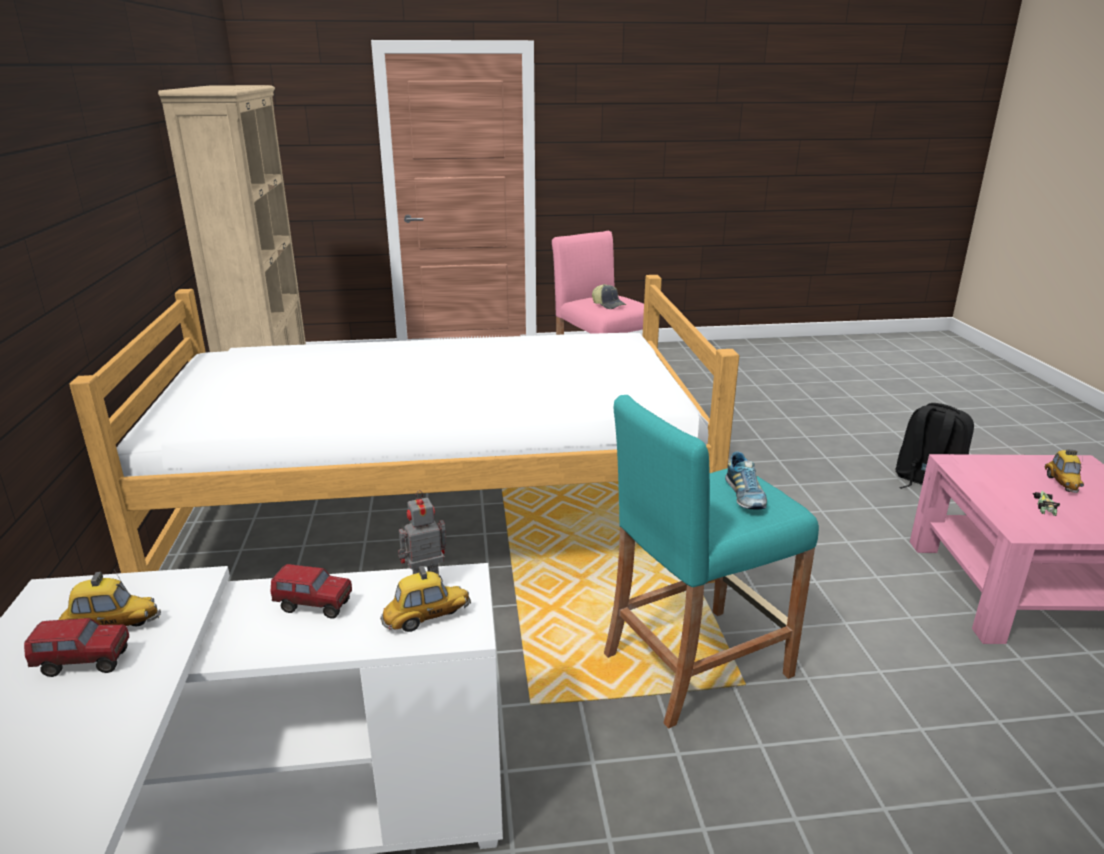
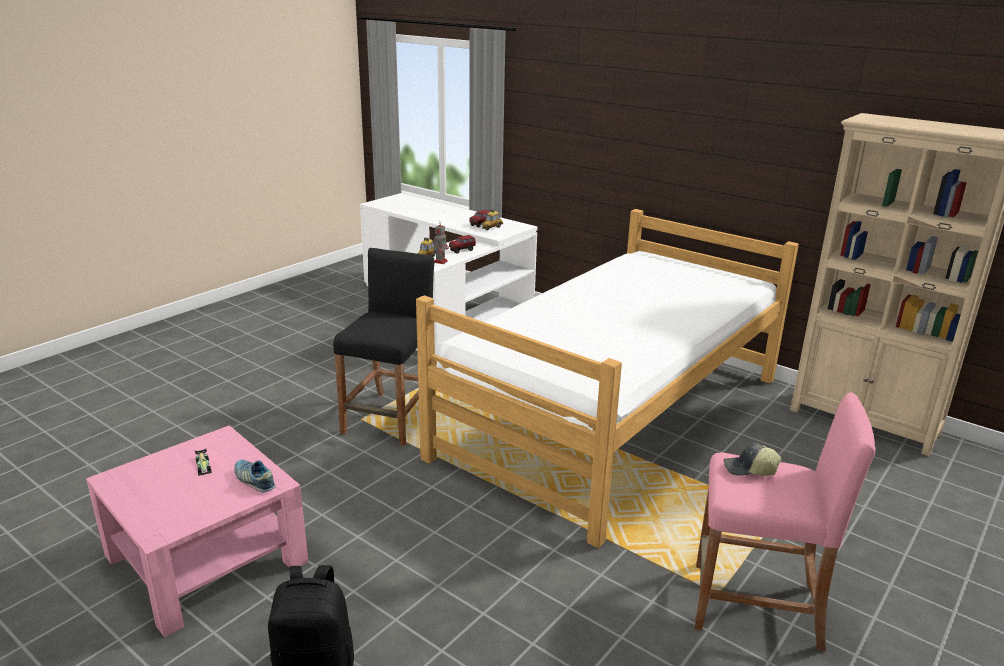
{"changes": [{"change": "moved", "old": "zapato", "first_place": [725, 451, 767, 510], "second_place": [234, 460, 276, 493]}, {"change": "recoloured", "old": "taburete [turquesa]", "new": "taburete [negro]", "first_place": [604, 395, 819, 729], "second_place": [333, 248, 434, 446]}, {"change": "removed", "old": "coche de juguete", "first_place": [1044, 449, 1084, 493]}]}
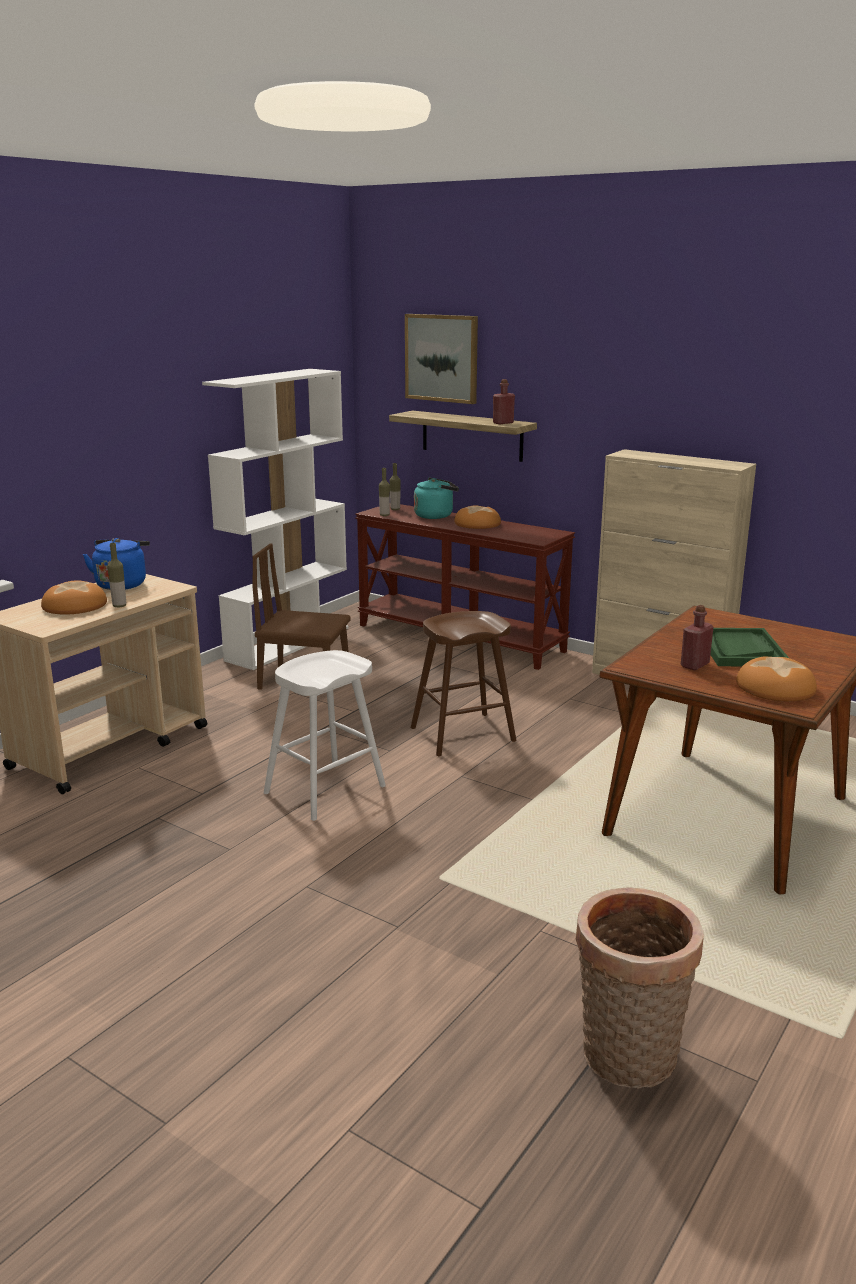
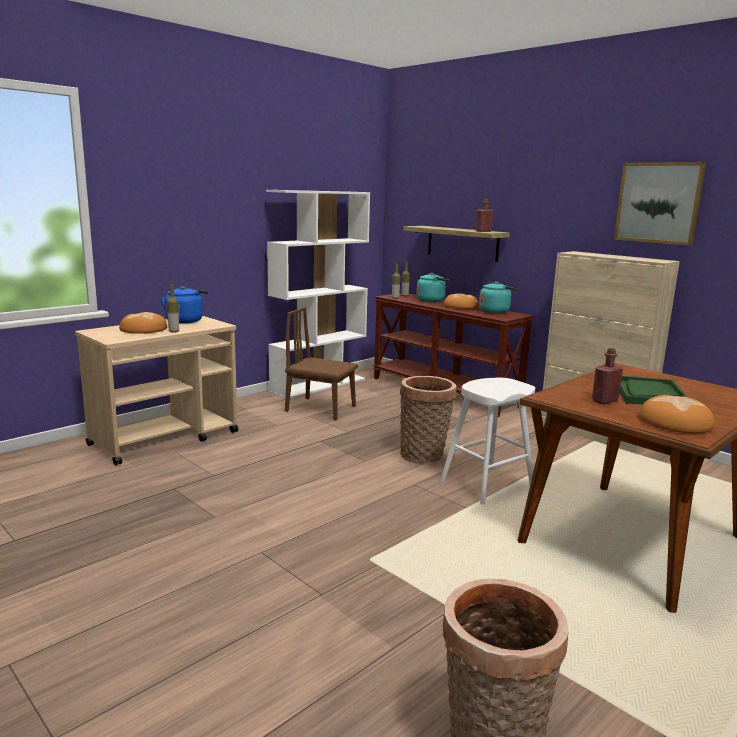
{"changes": [{"change": "replaced", "old": "taburete [marrón]", "new": "cesta", "first_place": [411, 611, 516, 756], "second_place": [400, 376, 456, 463]}, {"change": "moved", "old": "taburete [blanco]", "first_place": [264, 650, 386, 821], "second_place": [440, 378, 535, 505]}, {"change": "added", "new": "hervidor [turquesa]", "second_place": [479, 282, 518, 314]}, {"change": "moved", "old": "cuadro", "first_place": [405, 314, 478, 404], "second_place": [614, 162, 706, 246]}]}
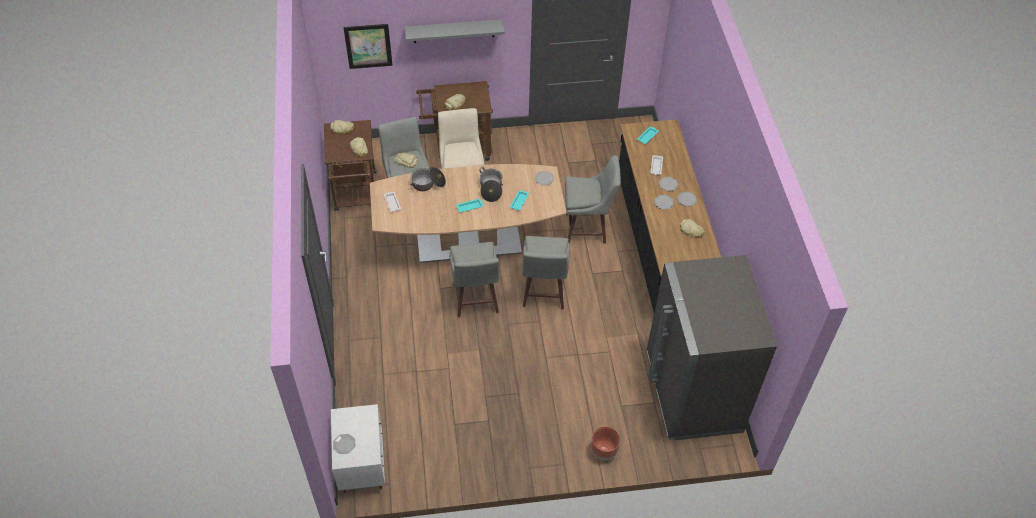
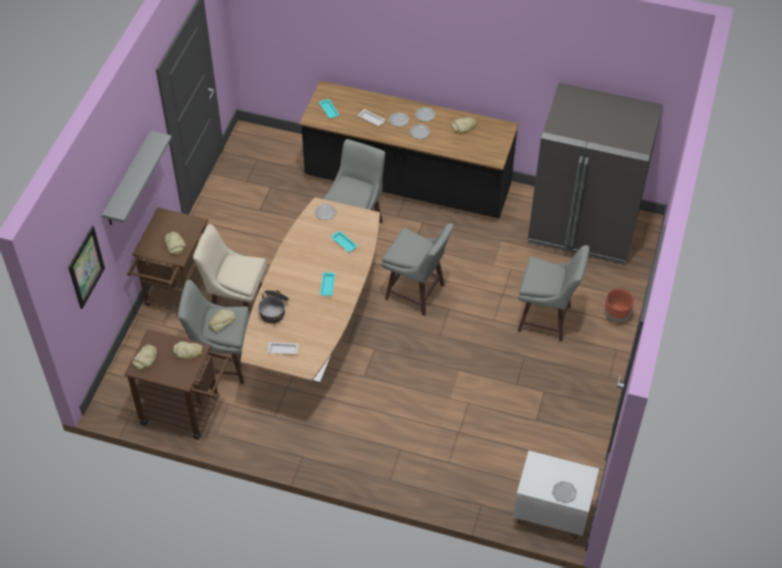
{"changes": [{"change": "moved", "old": "taburete [gris]", "first_place": [449, 242, 499, 317], "second_place": [517, 245, 589, 342]}, {"change": "removed", "old": "olla", "first_place": [479, 167, 503, 202]}]}
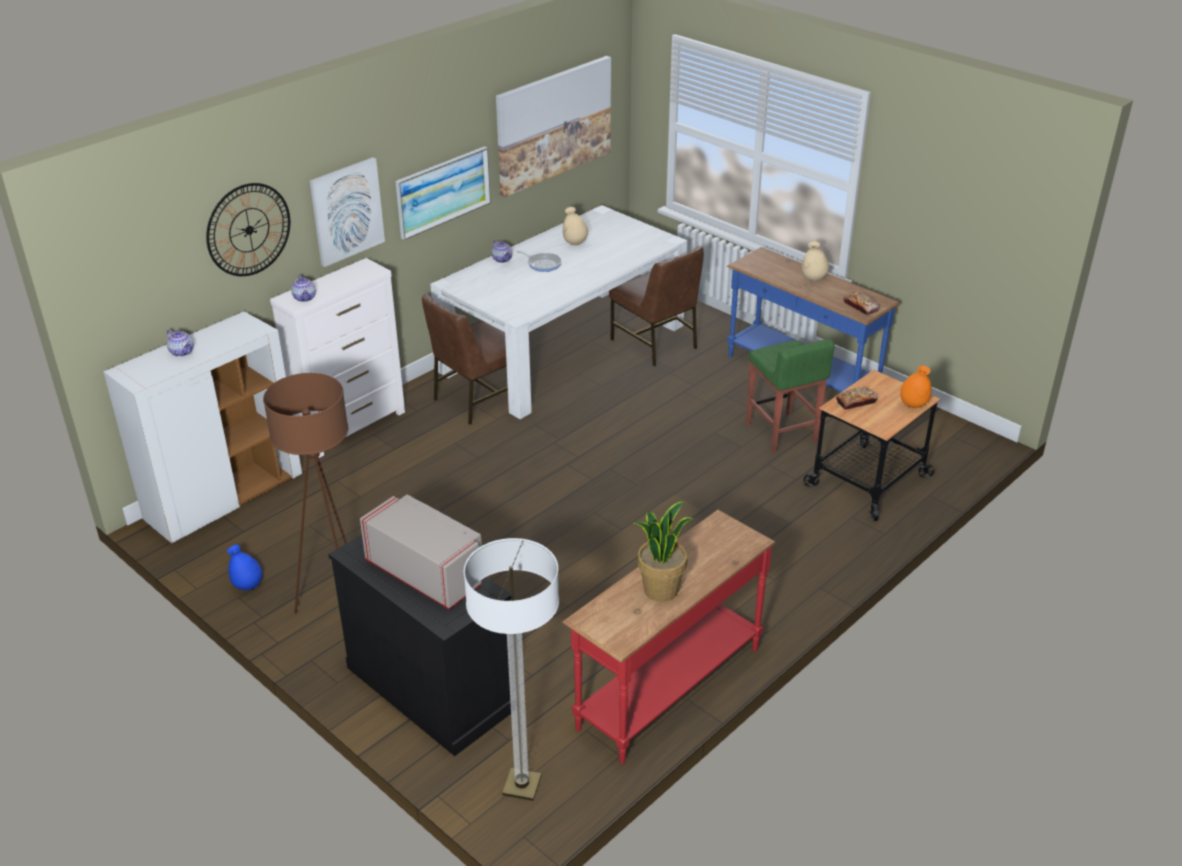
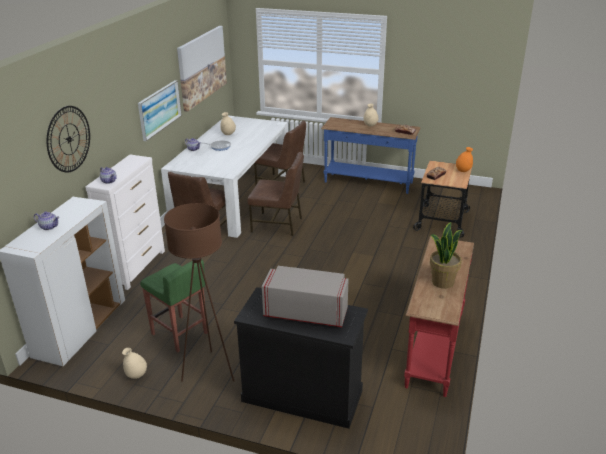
{"changes": [{"change": "recoloured", "old": "florero [azul]", "new": "florero [beis]", "first_place": [227, 545, 262, 590], "second_place": [122, 348, 147, 379]}, {"change": "moved", "old": "taburete [verde]", "first_place": [746, 339, 835, 454], "second_place": [140, 259, 208, 352]}, {"change": "added", "new": "silla [marrón]", "second_place": [247, 152, 304, 236]}, {"change": "removed", "old": "cuadro", "first_place": [310, 157, 385, 267]}, {"change": "removed", "old": "lámpara de pie", "first_place": [464, 538, 559, 801]}]}
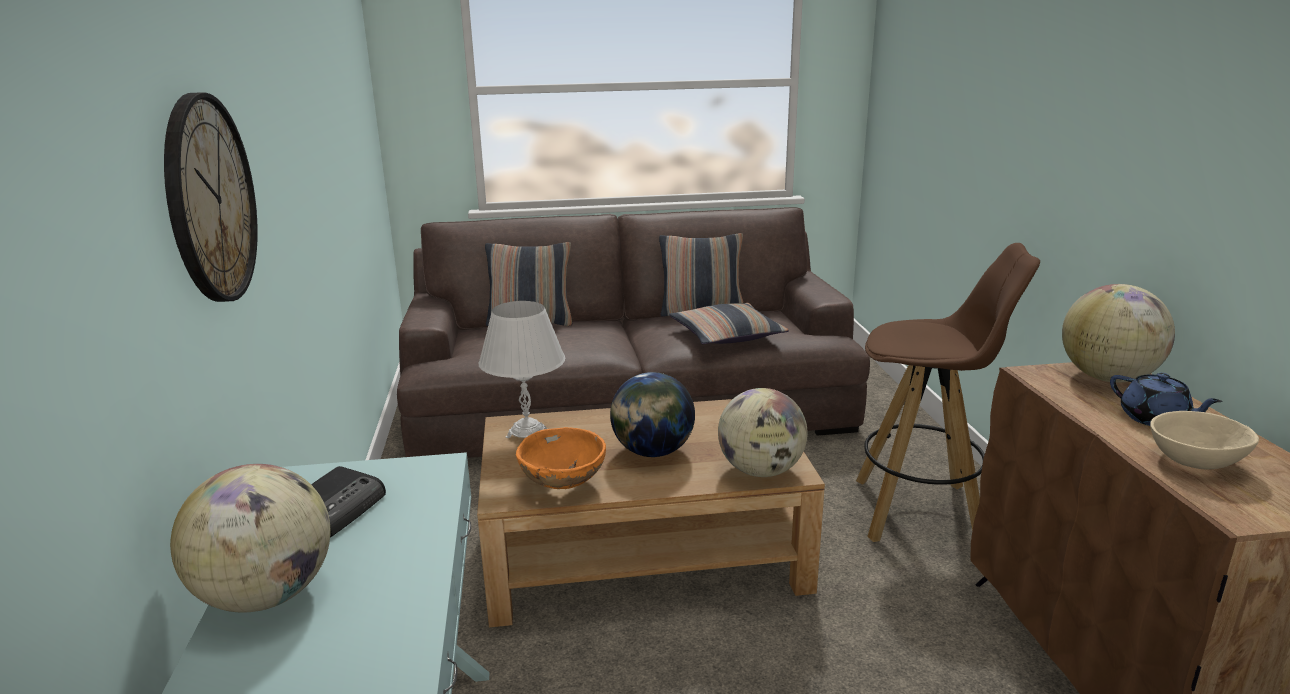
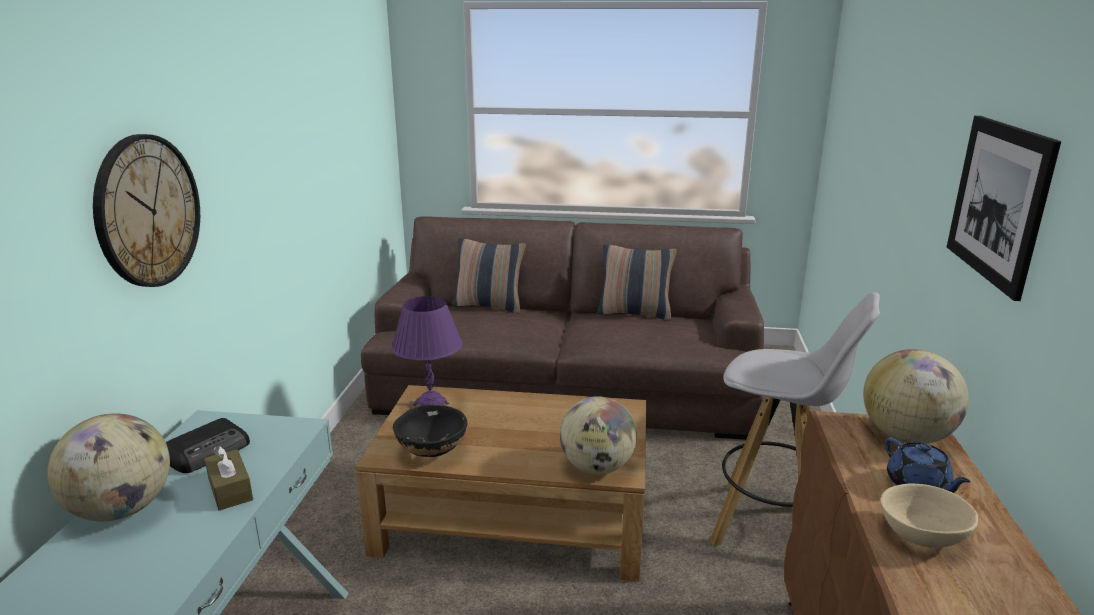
{"changes": [{"change": "added", "new": "caja de pañuelos [marrón]", "second_place": [205, 446, 253, 511]}, {"change": "recoloured", "old": "lámpara de mesa [blanco]", "new": "lámpara de mesa [morado]", "first_place": [478, 301, 565, 438], "second_place": [392, 296, 463, 406]}, {"change": "recoloured", "old": "cuenco [naranja]", "new": "cuenco [negro]", "first_place": [516, 427, 606, 489], "second_place": [393, 405, 467, 457]}, {"change": "recoloured", "old": "taburete [marrón]", "new": "taburete [blanco]", "first_place": [856, 243, 1040, 542], "second_place": [711, 292, 880, 545]}, {"change": "added", "new": "cuadro", "second_place": [947, 116, 1061, 301]}, {"change": "removed", "old": "globo terráqueo", "first_place": [610, 372, 695, 457]}, {"change": "removed", "old": "cojín", "first_place": [669, 303, 789, 344]}]}
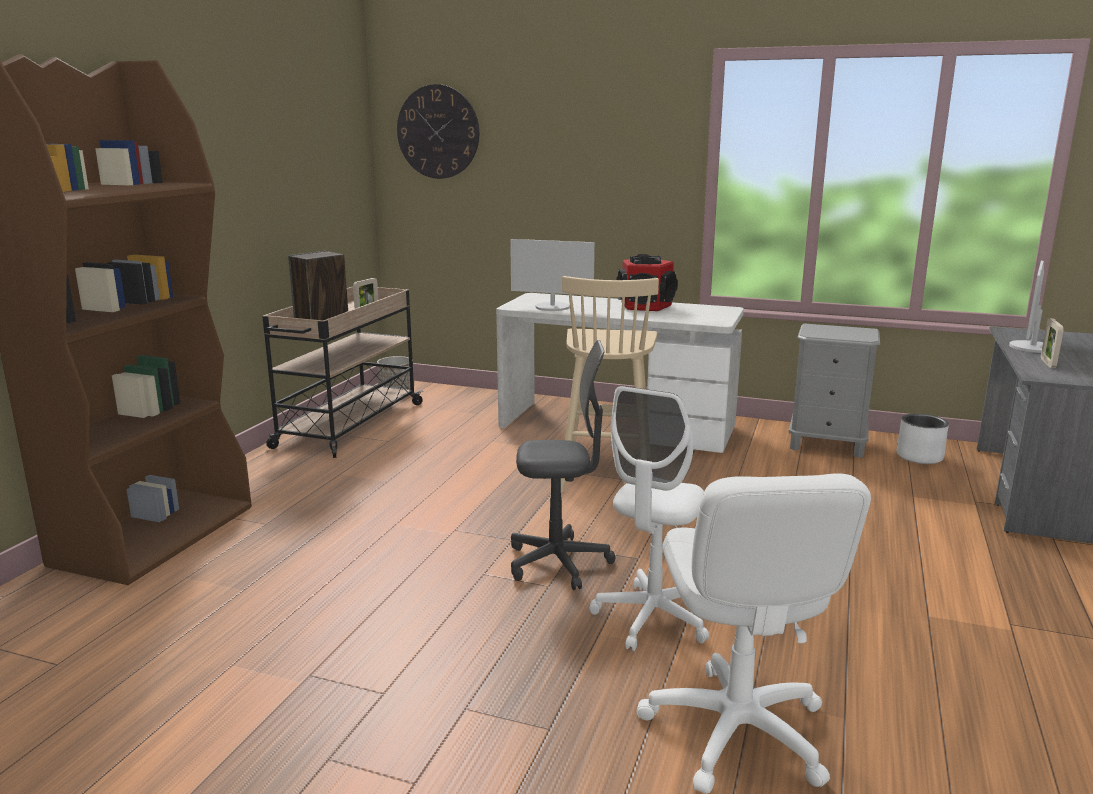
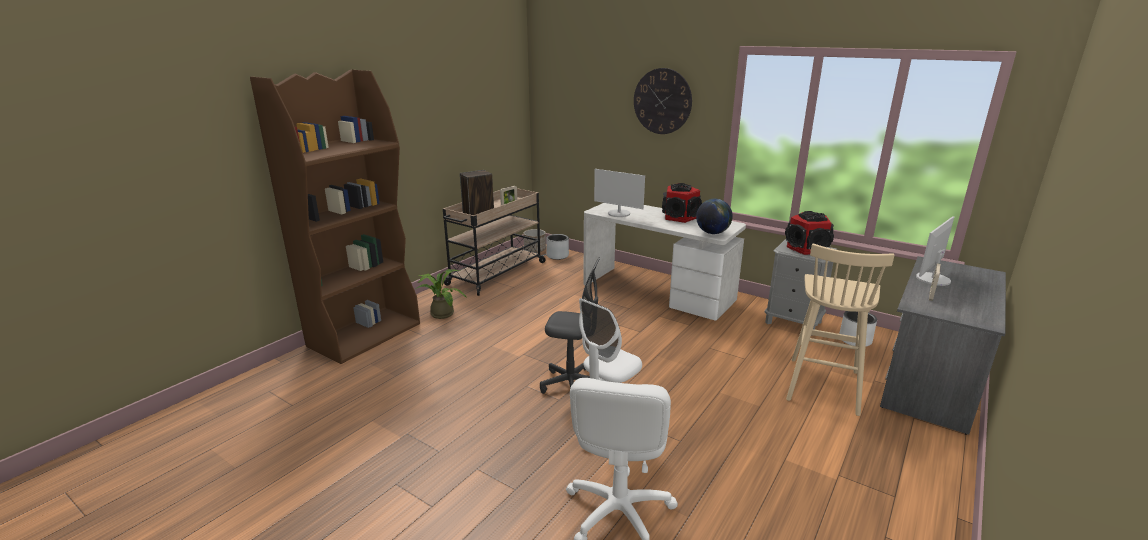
{"changes": [{"change": "added", "new": "planta en maceta", "second_place": [414, 269, 467, 319]}, {"change": "added", "new": "maceta [gris]", "second_place": [546, 234, 569, 260]}, {"change": "moved", "old": "reloj de pared", "first_place": [397, 84, 479, 179], "second_place": [634, 68, 692, 134]}, {"change": "added", "new": "globo terráqueo", "second_place": [696, 199, 733, 234]}, {"change": "added", "new": "altavoz", "second_place": [785, 211, 834, 255]}, {"change": "moved", "old": "taburete [beis]", "first_place": [561, 276, 659, 493], "second_place": [786, 244, 894, 416]}]}
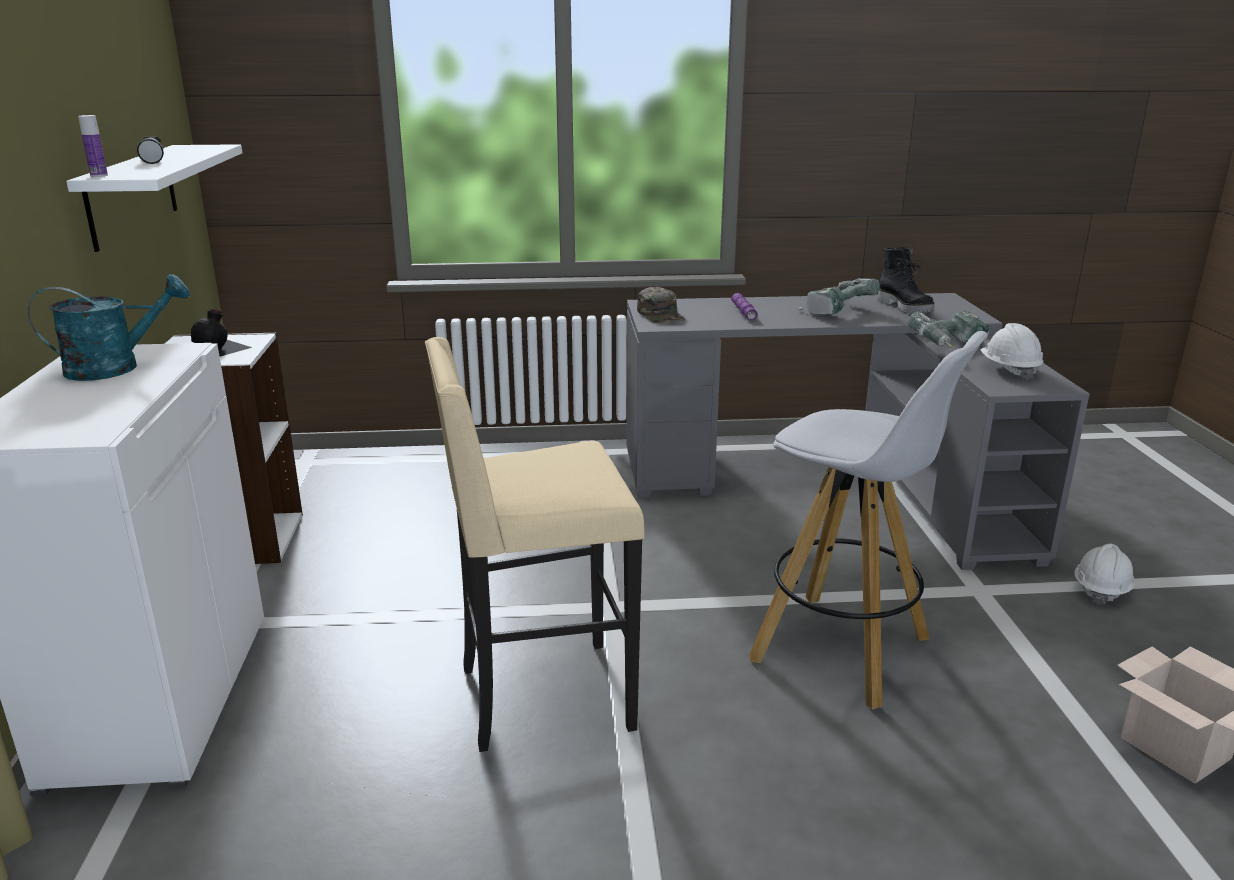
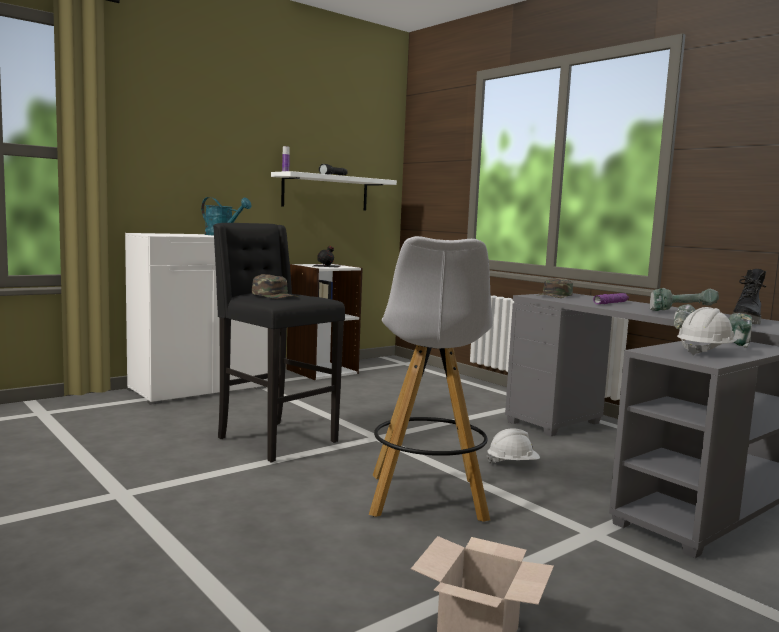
{"changes": [{"change": "recoloured", "old": "taburete [beis]", "new": "taburete [negro]", "first_place": [425, 337, 645, 752], "second_place": [213, 223, 345, 463]}, {"change": "added", "new": "gorra [verde]", "second_place": [252, 274, 298, 299]}, {"change": "moved", "old": "casco [blanco]", "first_place": [1074, 544, 1135, 605], "second_place": [487, 428, 540, 463]}]}
